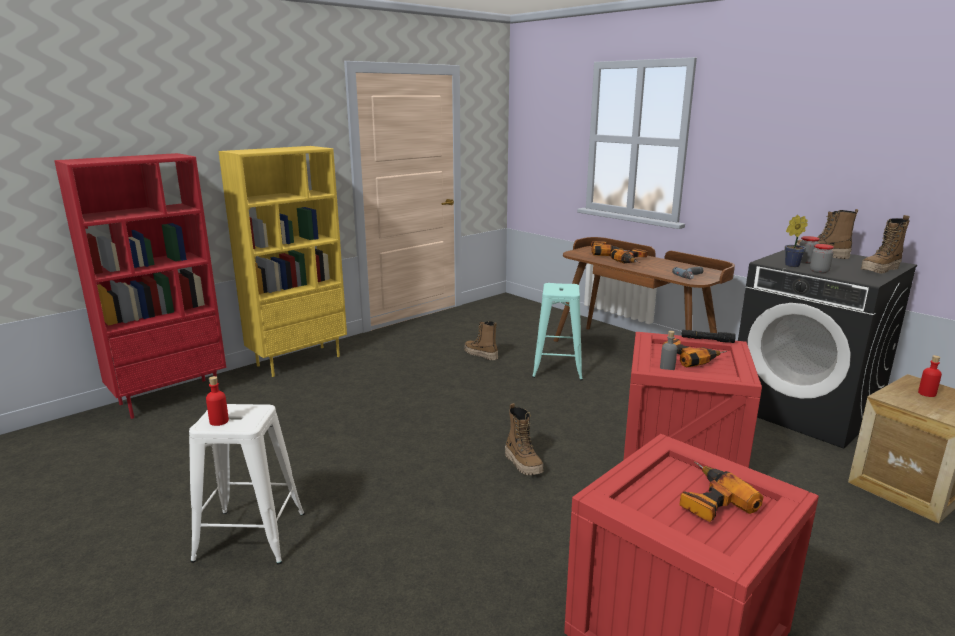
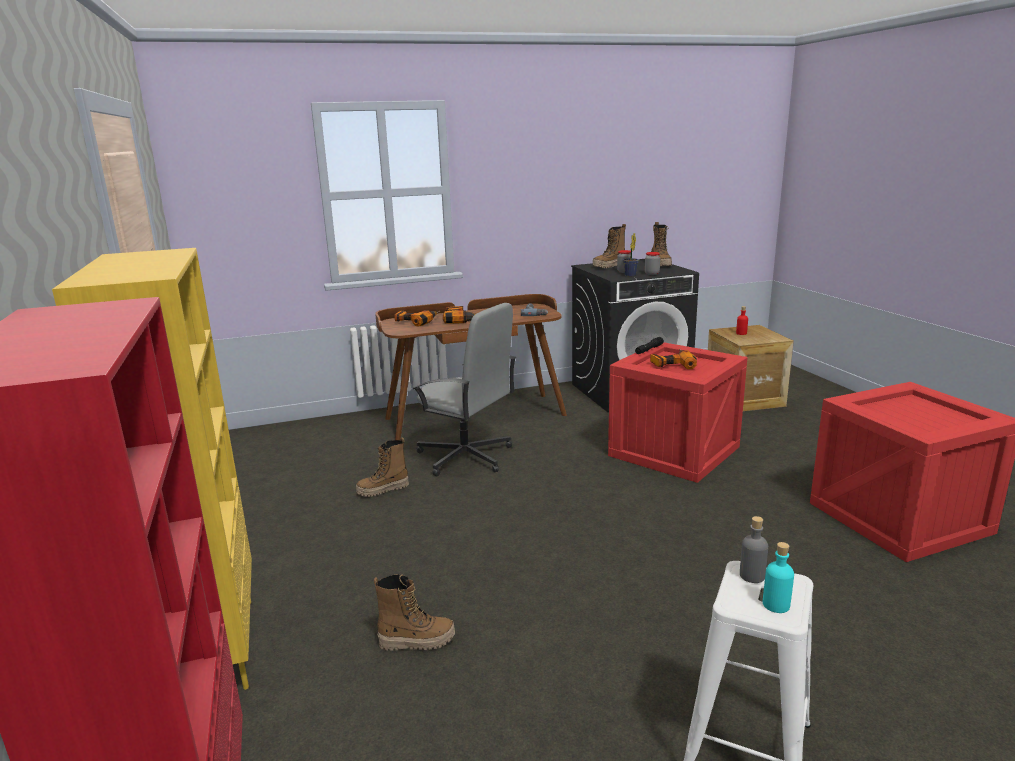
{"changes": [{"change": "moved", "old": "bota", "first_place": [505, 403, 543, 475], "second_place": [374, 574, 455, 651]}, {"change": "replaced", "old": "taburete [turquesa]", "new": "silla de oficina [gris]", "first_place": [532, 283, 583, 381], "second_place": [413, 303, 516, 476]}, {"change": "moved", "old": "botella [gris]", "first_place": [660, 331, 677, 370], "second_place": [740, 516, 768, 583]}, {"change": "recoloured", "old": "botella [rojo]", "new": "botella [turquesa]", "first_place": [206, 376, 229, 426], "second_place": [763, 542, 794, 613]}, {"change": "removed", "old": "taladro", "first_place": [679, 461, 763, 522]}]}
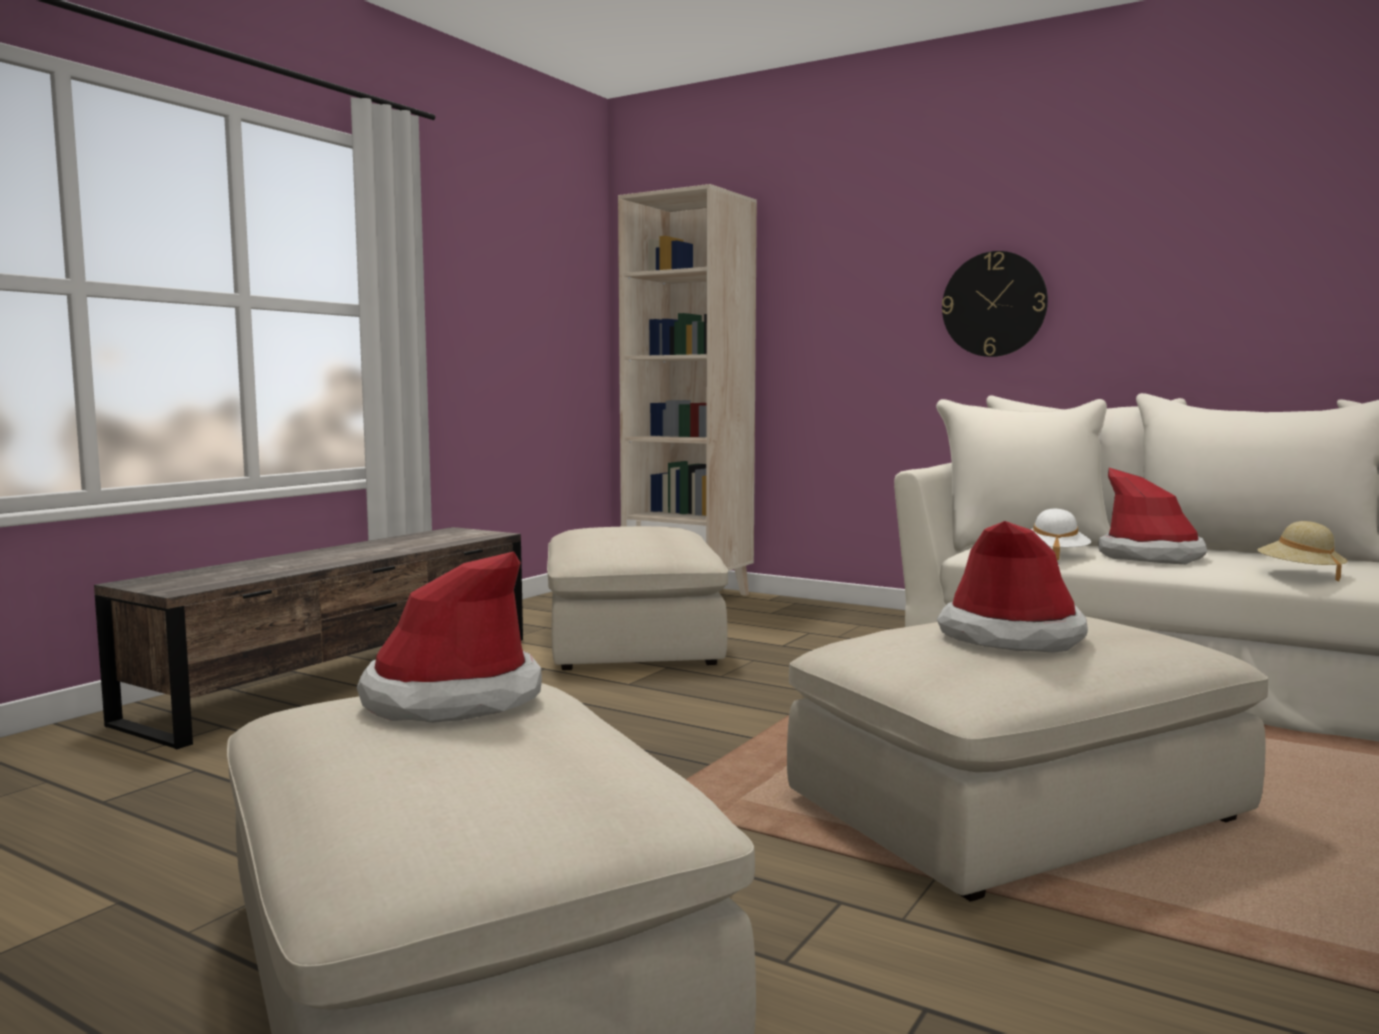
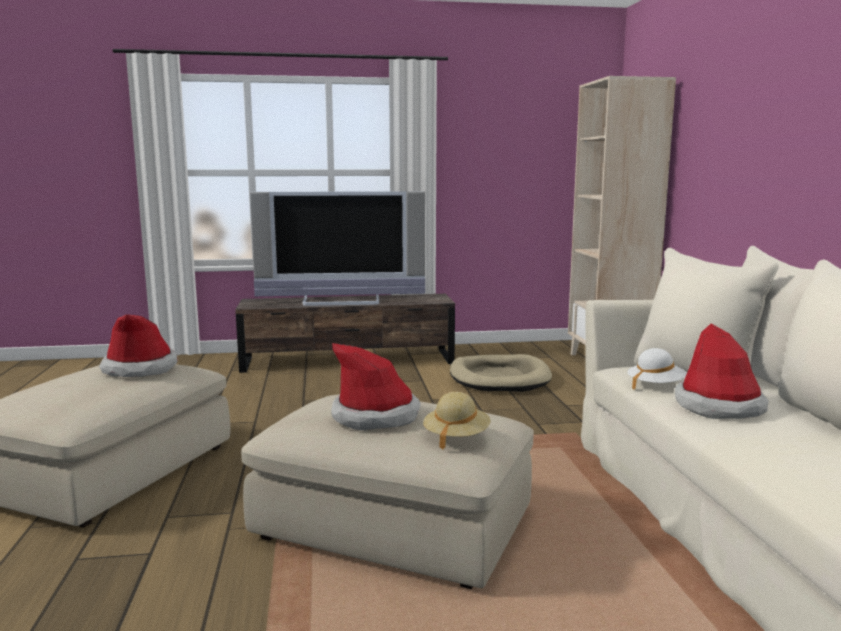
{"changes": [{"change": "added", "new": "televisor", "second_place": [250, 191, 425, 306]}, {"change": "moved", "old": "sombrero [beis]", "first_place": [1257, 521, 1348, 582], "second_place": [423, 392, 490, 450]}, {"change": "replaced", "old": "puf [beis]", "new": "cama para perro [beis]", "first_place": [547, 526, 728, 670], "second_place": [450, 354, 552, 392]}, {"change": "removed", "old": "reloj de pared", "first_place": [942, 251, 1048, 357]}]}
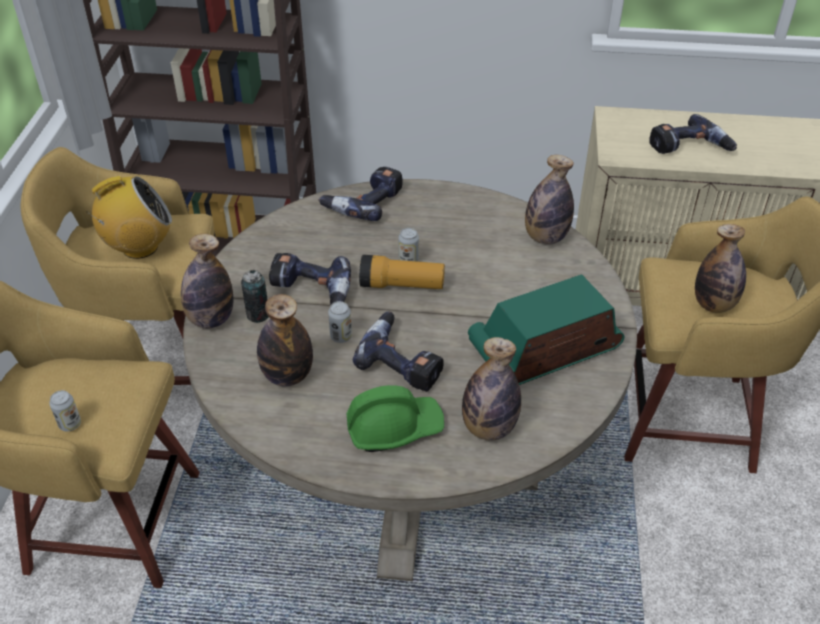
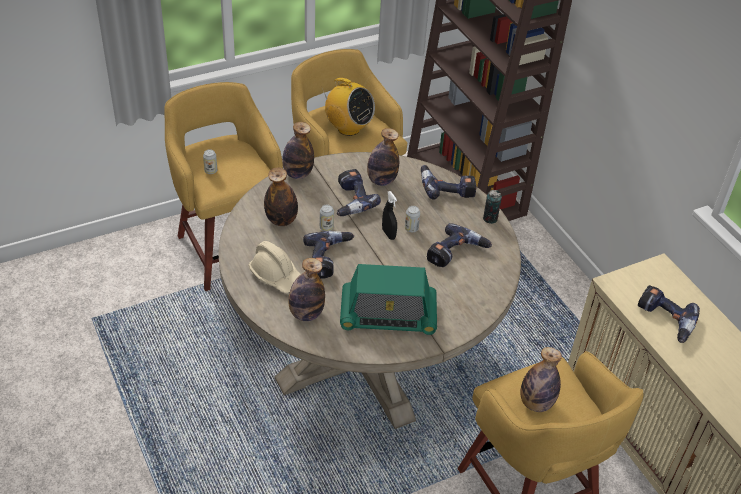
{"changes": [{"change": "recoloured", "old": "casco [verde]", "new": "casco [beis]", "first_place": [347, 385, 444, 452], "second_place": [248, 241, 301, 293]}, {"change": "turned", "old": "radio", "first_place": [468, 275, 624, 385], "second_place": [340, 264, 437, 335], "degrees": 150}, {"change": "moved", "old": "botella", "first_place": [525, 155, 574, 245], "second_place": [367, 128, 399, 186]}, {"change": "replaced", "old": "linterna", "new": "pulverizador [negro]", "first_place": [359, 255, 445, 289], "second_place": [382, 191, 397, 240]}, {"change": "added", "new": "taladro", "second_place": [427, 223, 492, 267]}, {"change": "moved", "old": "lata", "first_place": [241, 270, 268, 323], "second_place": [483, 190, 502, 224]}]}
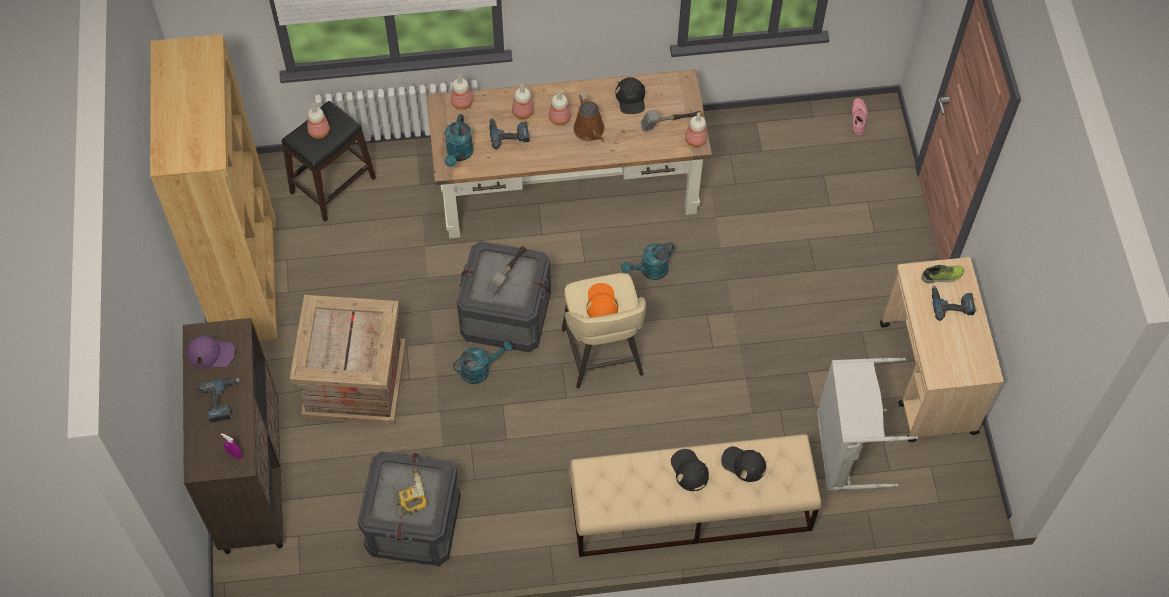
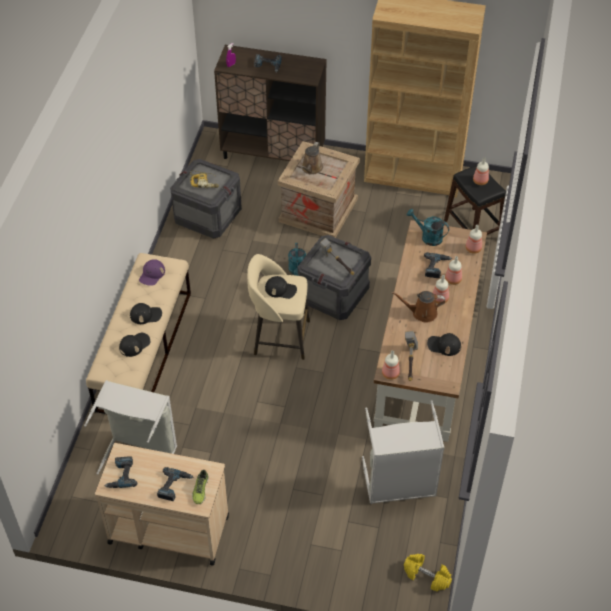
{"changes": [{"change": "added", "new": "taladro", "second_place": [104, 456, 137, 488]}, {"change": "moved", "old": "gorra [morado]", "first_place": [186, 335, 235, 368], "second_place": [139, 259, 165, 286]}, {"change": "recoloured", "old": "gorra [naranja]", "new": "gorra [negro]", "first_place": [586, 283, 618, 318], "second_place": [265, 276, 297, 299]}, {"change": "added", "new": "regadera [marrón]", "second_place": [300, 142, 323, 175]}, {"change": "added", "new": "cesto de la ropa [gris]", "second_place": [362, 400, 444, 504]}, {"change": "replaced", "old": "zapato [rosa]", "new": "mancuerna [amarillo]", "first_place": [851, 98, 868, 135], "second_place": [404, 554, 452, 591]}, {"change": "removed", "old": "regadera [turquesa]", "first_place": [621, 242, 674, 280]}]}
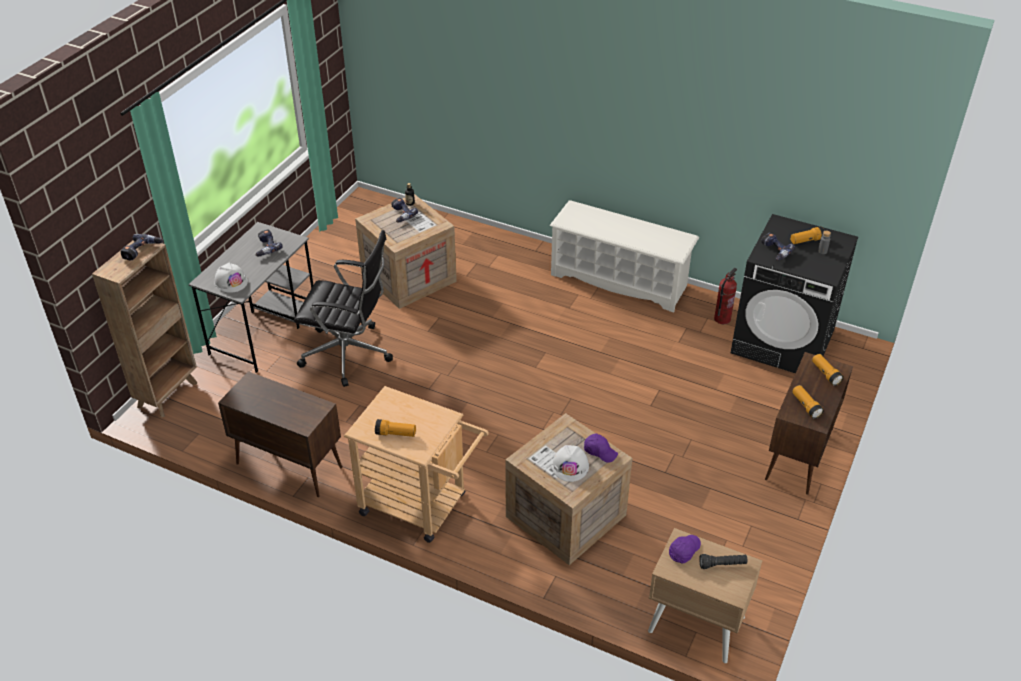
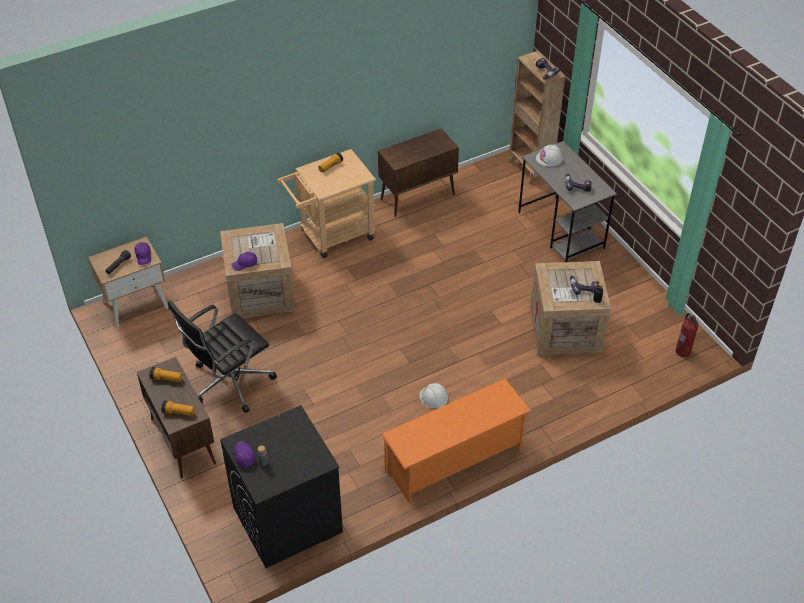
{"changes": [{"change": "moved", "old": "silla de oficina [negro]", "first_place": [294, 230, 393, 387], "second_place": [168, 300, 277, 413]}, {"change": "added", "new": "gorra [morado]", "second_place": [234, 441, 255, 467]}, {"change": "recoloured", "old": "zapatero [blanco]", "new": "zapatero [naranja]", "first_place": [549, 200, 699, 312], "second_place": [381, 379, 531, 503]}, {"change": "moved", "old": "casco [blanco]", "first_place": [552, 445, 589, 482], "second_place": [419, 383, 448, 408]}, {"change": "moved", "old": "extintor", "first_place": [714, 268, 737, 324], "second_place": [676, 313, 698, 357]}, {"change": "removed", "old": "taladro", "first_place": [761, 232, 795, 261]}, {"change": "removed", "old": "linterna", "first_place": [790, 226, 825, 244]}]}
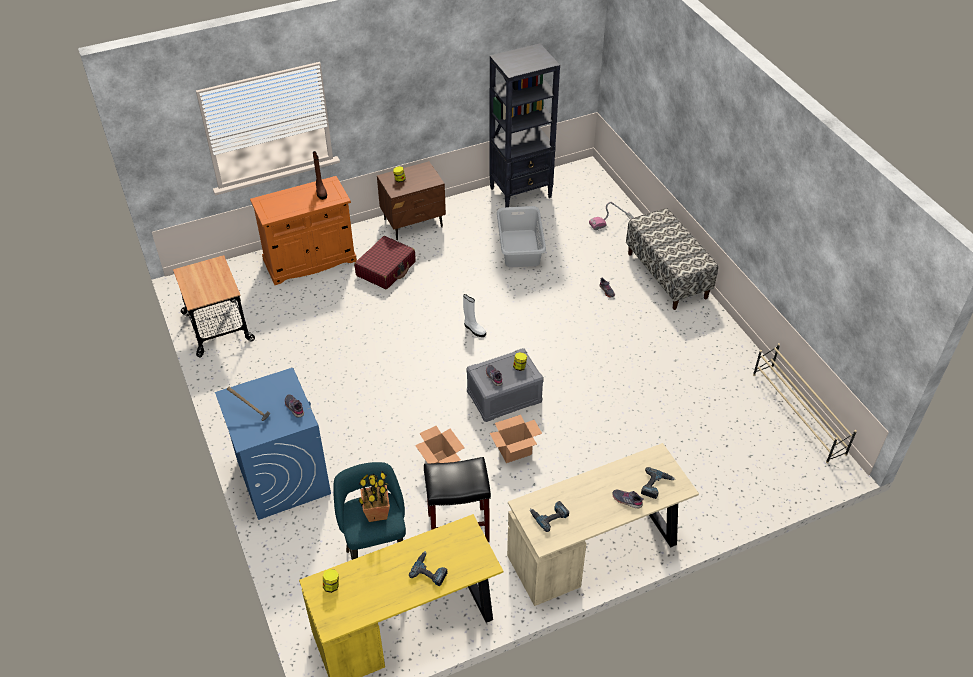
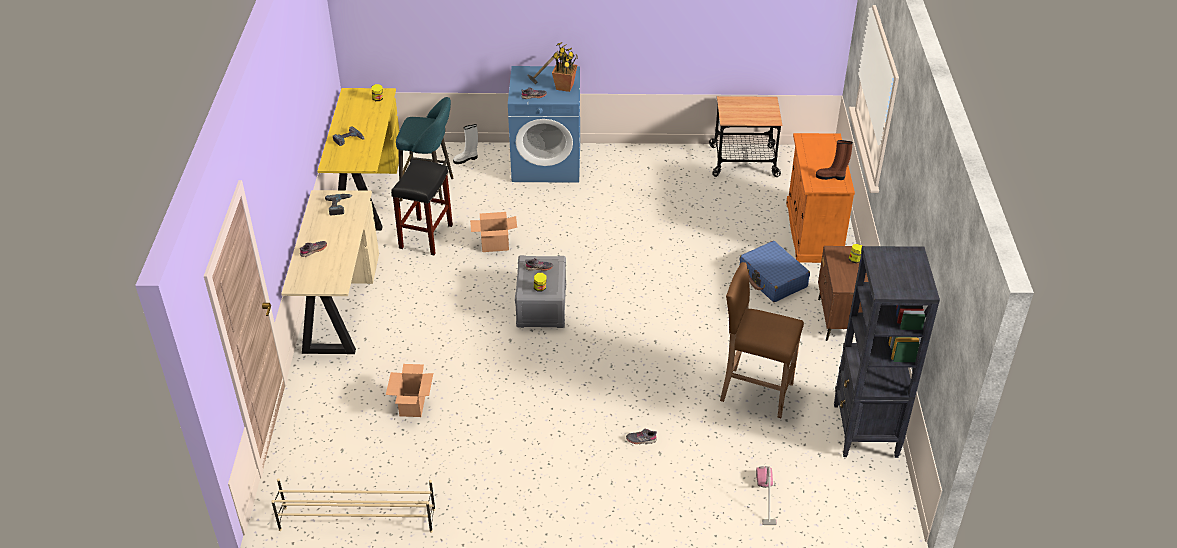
{"changes": [{"change": "moved", "old": "caja de cartón", "first_place": [490, 415, 542, 463], "second_place": [386, 364, 433, 417]}, {"change": "moved", "old": "bota [blanco]", "first_place": [463, 294, 486, 337], "second_place": [453, 124, 478, 164]}, {"change": "moved", "old": "planta en maceta", "first_place": [358, 472, 390, 522], "second_place": [552, 42, 579, 92]}, {"change": "replaced", "old": "cesto de la ropa [gris]", "new": "taburete [marrón]", "first_place": [497, 206, 546, 267], "second_place": [720, 262, 804, 418]}, {"change": "recoloured", "old": "maleta [rojo]", "new": "maleta [azul]", "first_place": [354, 236, 416, 290], "second_place": [739, 241, 810, 302]}, {"change": "removed", "old": "banco", "first_place": [626, 208, 718, 310]}, {"change": "removed", "old": "taladro", "first_place": [641, 467, 675, 499]}]}
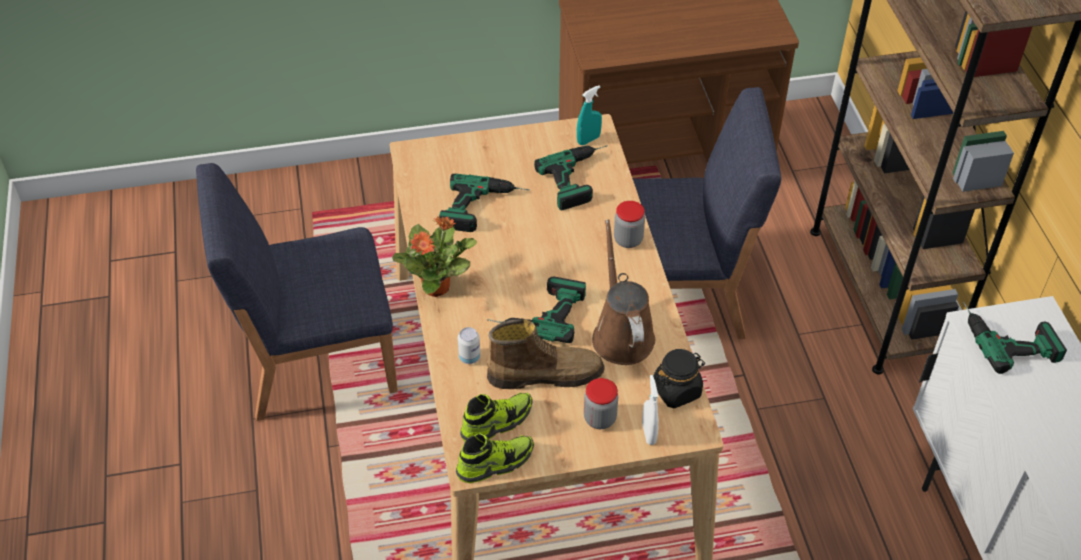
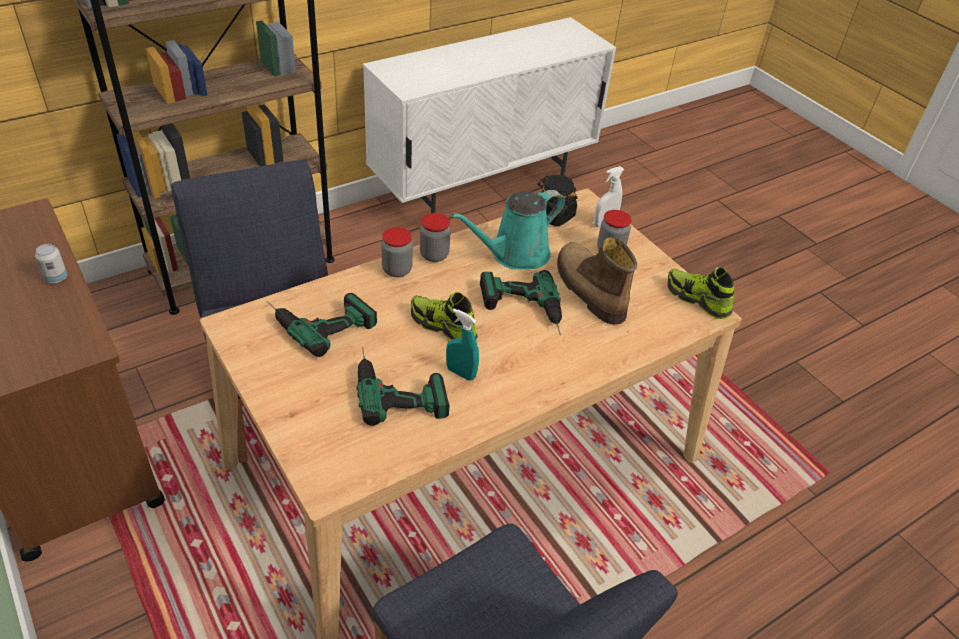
{"changes": [{"change": "moved", "old": "lata", "first_place": [458, 327, 480, 364], "second_place": [35, 244, 67, 283]}, {"change": "moved", "old": "zapato", "first_place": [460, 392, 533, 441], "second_place": [411, 292, 478, 340]}, {"change": "added", "new": "tarro", "second_place": [420, 213, 451, 262]}, {"change": "moved", "old": "pulverizador [turquesa]", "first_place": [577, 85, 602, 145], "second_place": [446, 308, 479, 381]}, {"change": "recoloured", "old": "regadera [marrón]", "new": "regadera [turquesa]", "first_place": [592, 220, 655, 365], "second_place": [451, 190, 565, 269]}, {"change": "removed", "old": "planta en maceta", "first_place": [392, 216, 477, 297]}, {"change": "removed", "old": "taladro", "first_place": [963, 302, 1067, 374]}]}
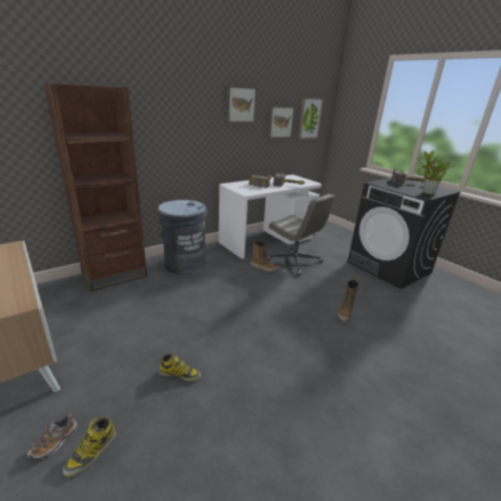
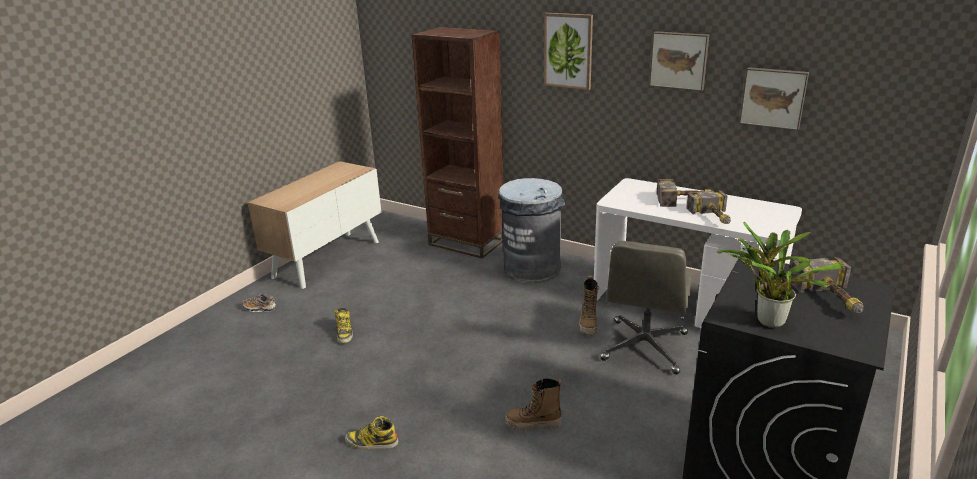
{"changes": [{"change": "moved", "old": "bota", "first_place": [63, 417, 116, 476], "second_place": [345, 416, 399, 449]}, {"change": "moved", "old": "cuadro", "first_place": [298, 97, 324, 139], "second_place": [544, 13, 593, 90]}]}
